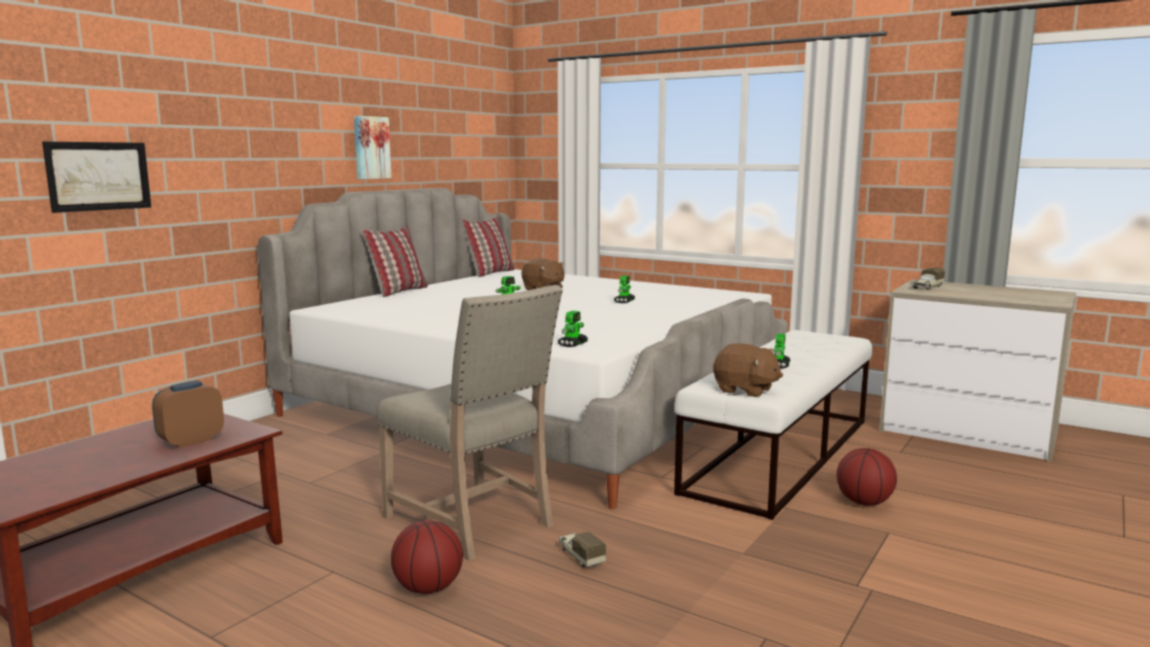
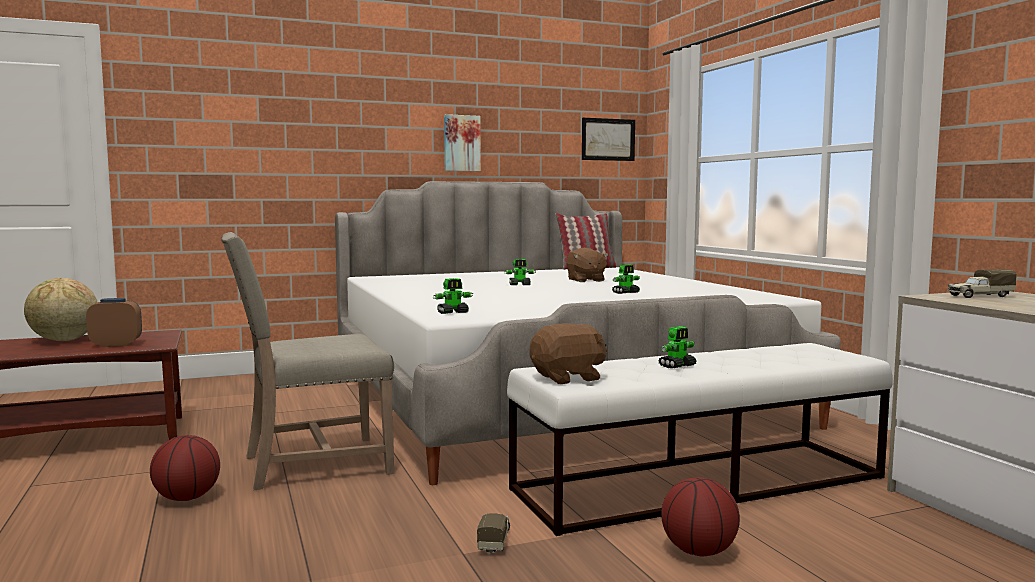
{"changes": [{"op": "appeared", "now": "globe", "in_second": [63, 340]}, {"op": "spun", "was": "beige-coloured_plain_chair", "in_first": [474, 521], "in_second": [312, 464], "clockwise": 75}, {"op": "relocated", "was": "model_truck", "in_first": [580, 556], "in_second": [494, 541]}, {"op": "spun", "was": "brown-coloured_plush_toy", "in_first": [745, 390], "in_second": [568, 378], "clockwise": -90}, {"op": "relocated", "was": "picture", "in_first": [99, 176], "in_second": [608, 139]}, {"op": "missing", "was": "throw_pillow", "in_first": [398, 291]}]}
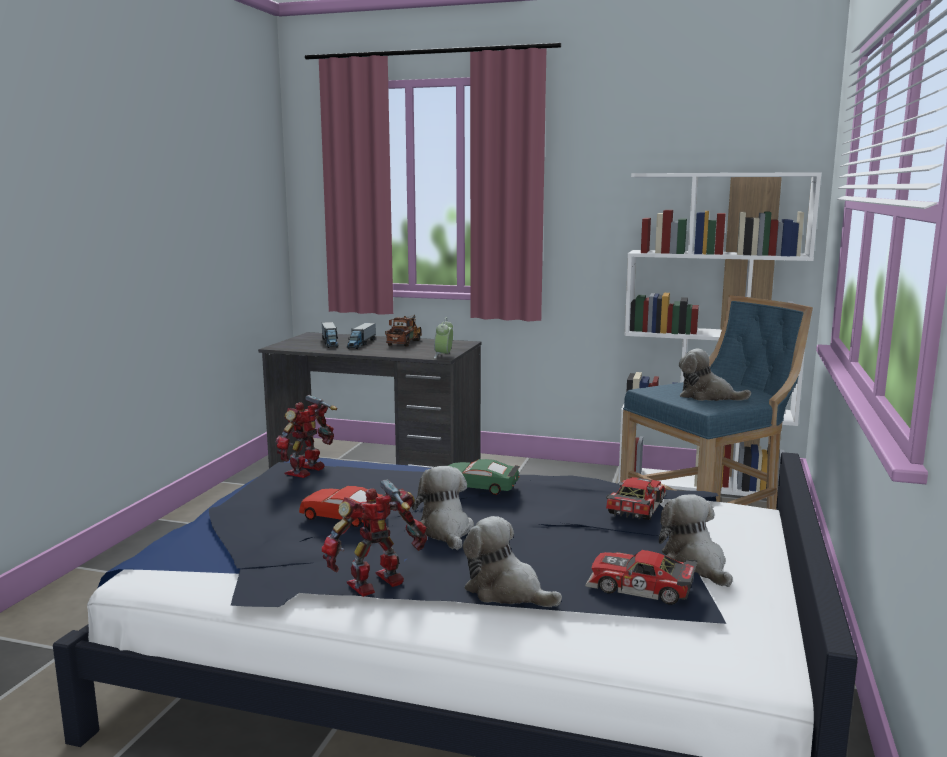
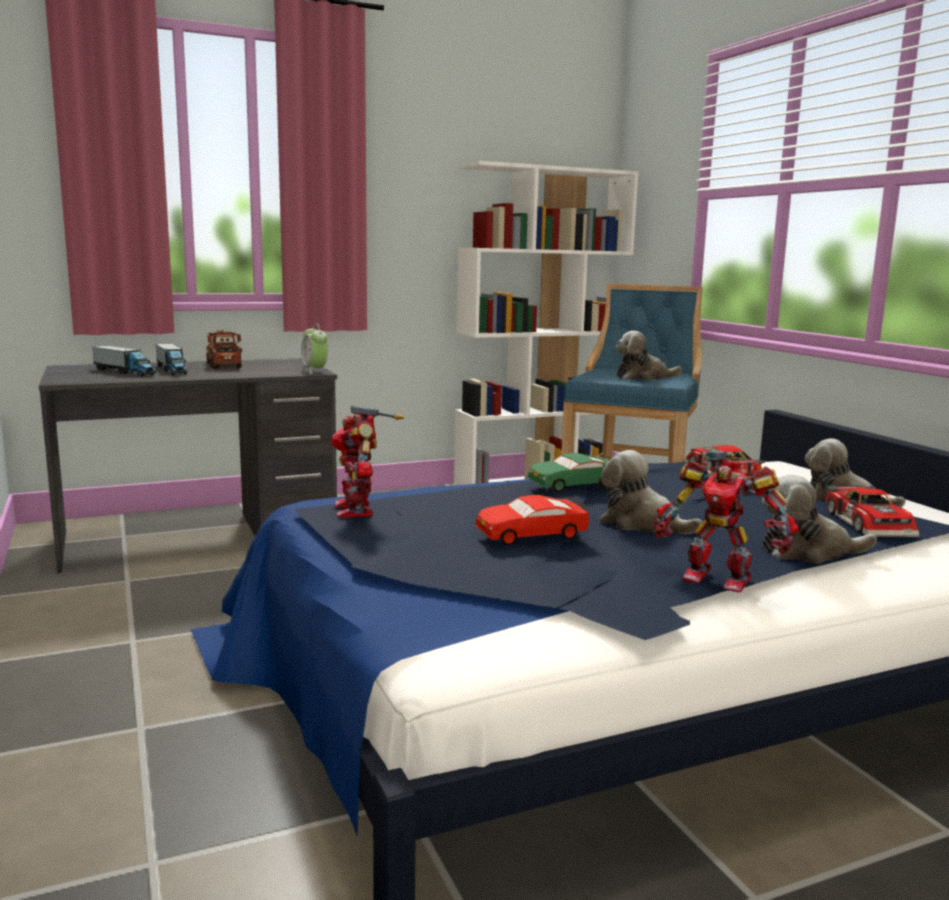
{"changes": [{"op": "spun", "was": "robot_figure", "in_first": [378, 585], "in_second": [717, 577], "clockwise": -75}, {"op": "spun", "was": "miniature_car", "in_first": [640, 589], "in_second": [871, 524], "clockwise": -75}]}
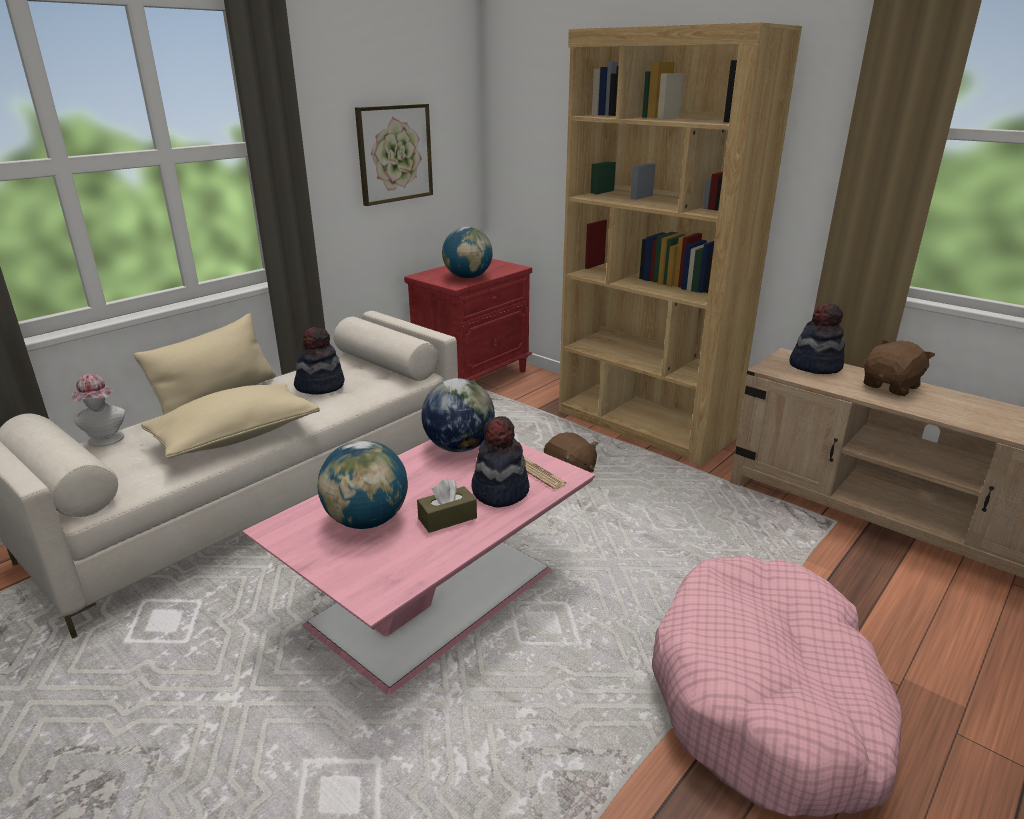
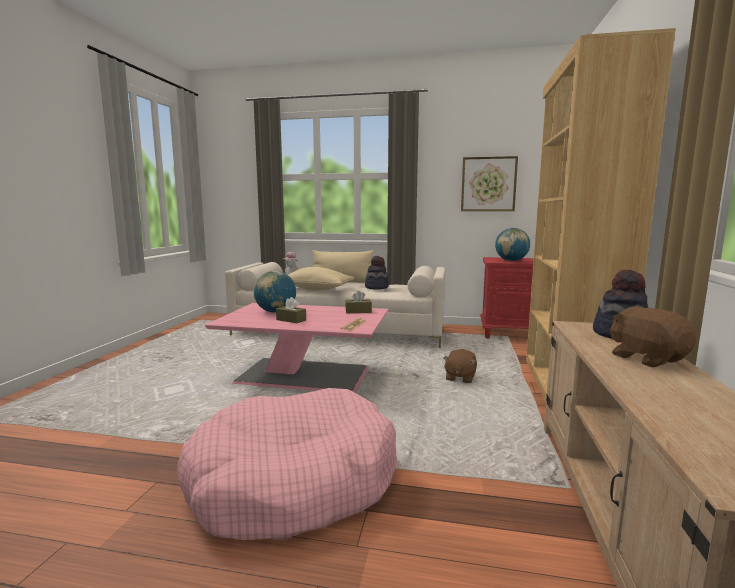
{"changes": [{"op": "exchanged", "was": "globe", "now": "brown-coloured_tissue_box", "in_first": [459, 447], "in_second": [358, 311]}, {"op": "spun", "was": "brown-coloured_plush_toy", "in_first": [891, 386], "in_second": [647, 358], "clockwise": -135}, {"op": "missing", "was": "clothing_hat", "in_first": [499, 491]}]}
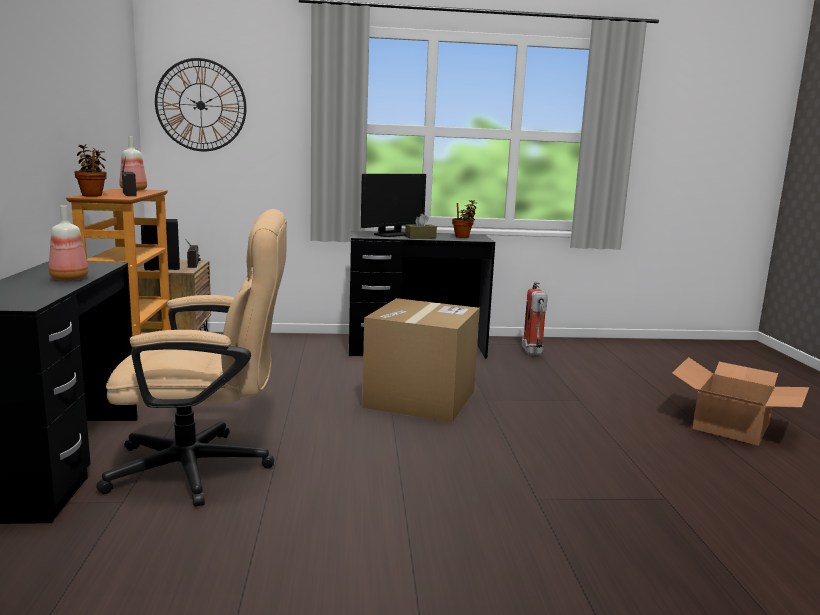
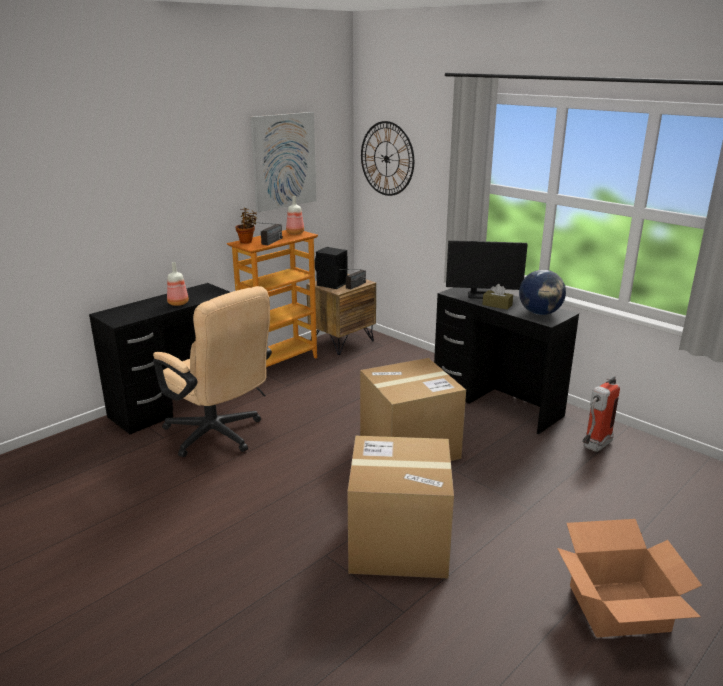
{"changes": [{"op": "appeared", "now": "picture", "in_second": [284, 161]}, {"op": "appeared", "now": "packing_box", "in_second": [398, 542]}, {"op": "exchanged", "was": "houseplant", "now": "globe", "in_first": [463, 237], "in_second": [540, 313]}]}
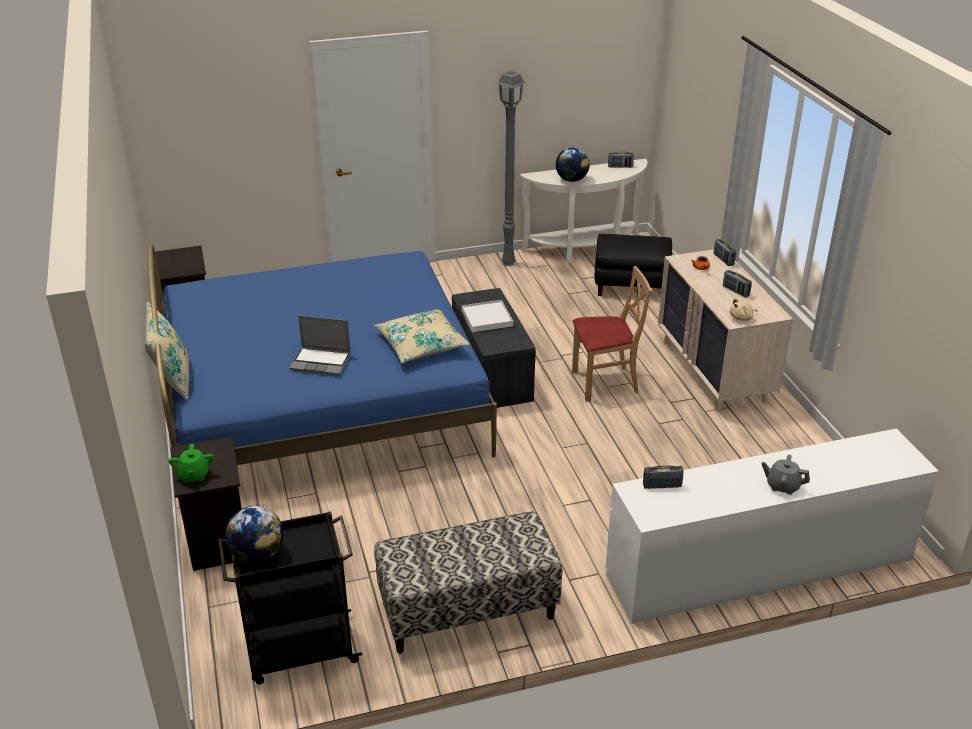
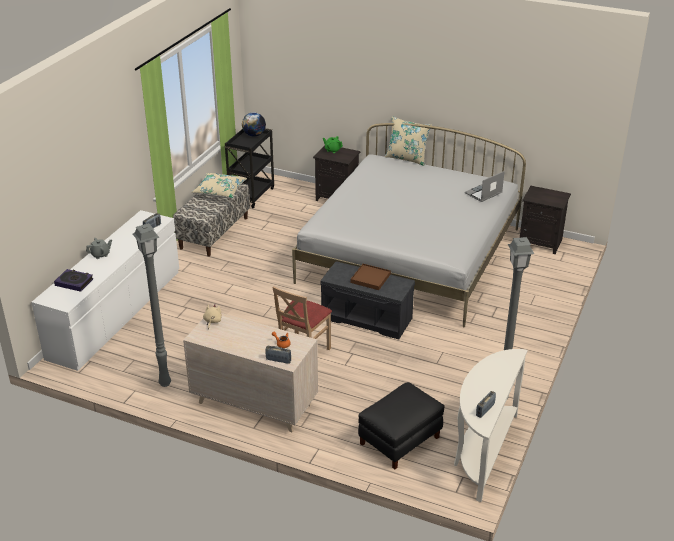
{"changes": [{"op": "appeared", "now": "book", "in_second": [74, 282]}, {"op": "appeared", "now": "gray_floor_lamp", "in_second": [164, 384]}, {"op": "relocated", "was": "beige-coloured_throw_pillow", "in_first": [421, 344], "in_second": [219, 191]}, {"op": "colour", "was": "blue-coloured_bedroom_bed", "now": "white_bedroom_bed", "in_first": [321, 401], "in_second": [410, 255]}, {"op": "colour", "was": "white_serving_tray", "now": "brown-coloured_serving_tray", "in_first": [487, 318], "in_second": [370, 278]}, {"op": "relocated", "was": "laptop", "in_first": [322, 362], "in_second": [483, 193]}, {"op": "missing", "was": "globe", "in_first": [572, 180]}, {"op": "missing", "was": "radio_receiver", "in_first": [735, 291]}]}
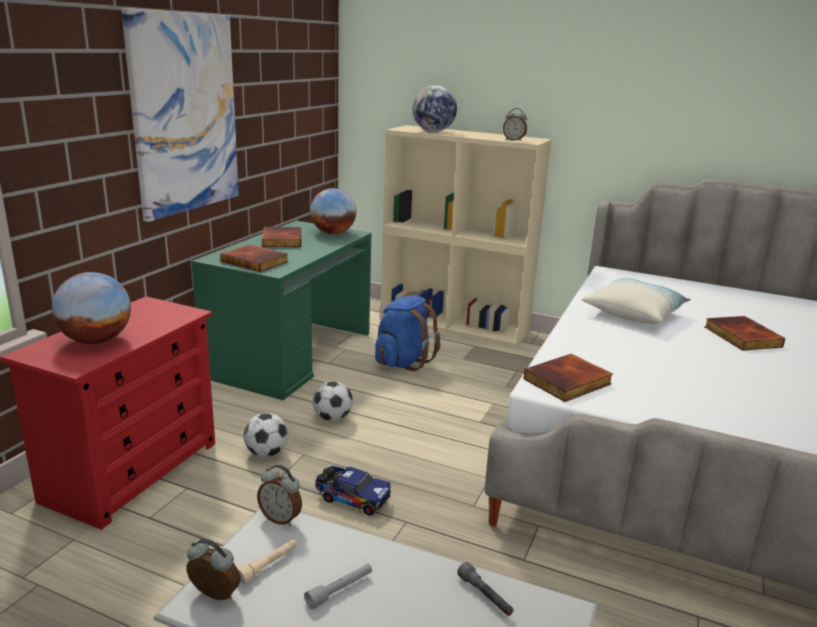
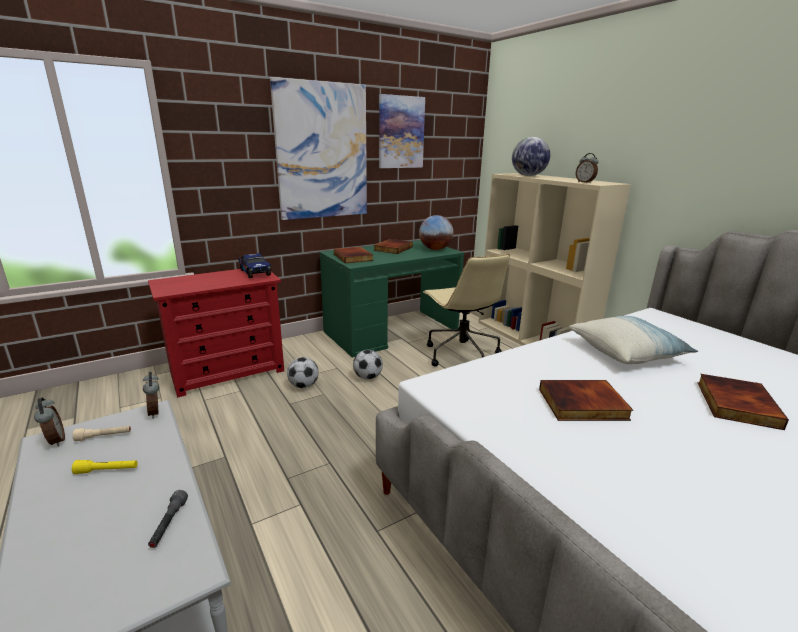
{"changes": [{"op": "colour", "was": "gray_torch", "now": "yellowish_torch", "in_first": [340, 590], "in_second": [107, 471]}, {"op": "relocated", "was": "model_truck", "in_first": [351, 498], "in_second": [255, 272]}, {"op": "appeared", "now": "picture", "in_second": [401, 132]}, {"op": "exchanged", "was": "blue-coloured_backpack", "now": "beige-coloured_desk_chair", "in_first": [403, 361], "in_second": [460, 355]}, {"op": "relocated", "was": "book", "in_first": [568, 382], "in_second": [582, 405]}, {"op": "missing", "was": "globe", "in_first": [96, 341]}]}
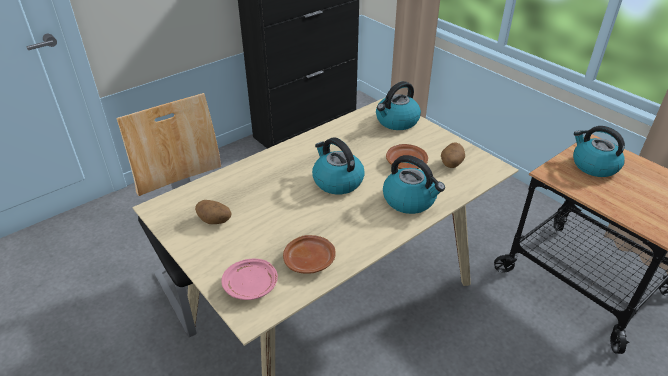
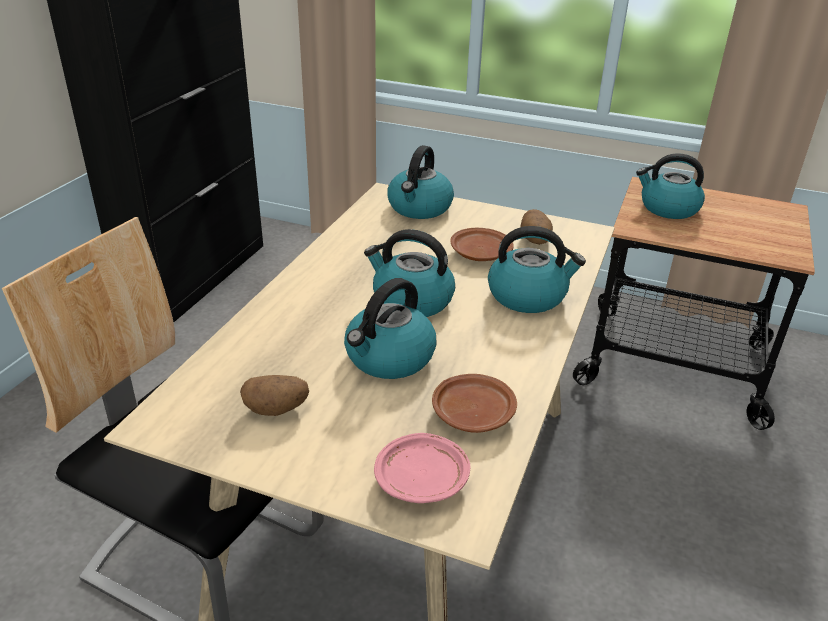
{"changes": [{"op": "appeared", "now": "water_kettle", "in_second": [389, 358]}]}
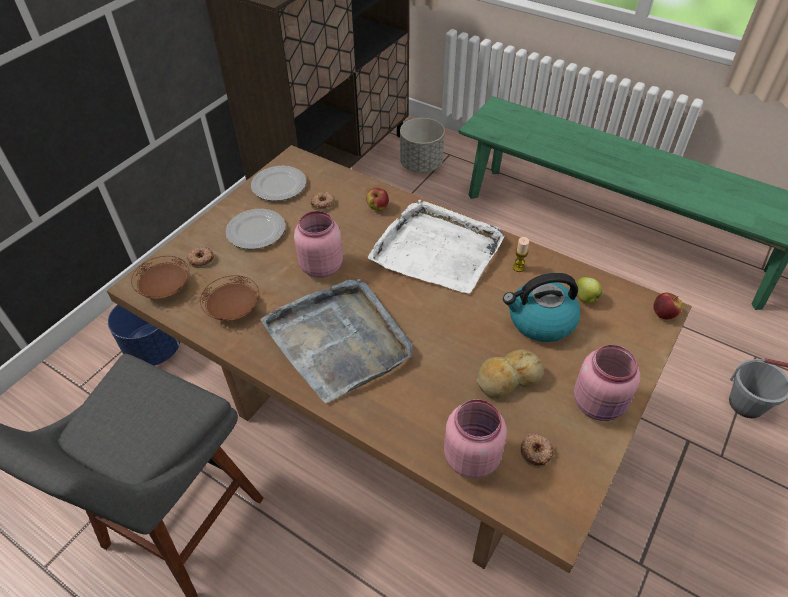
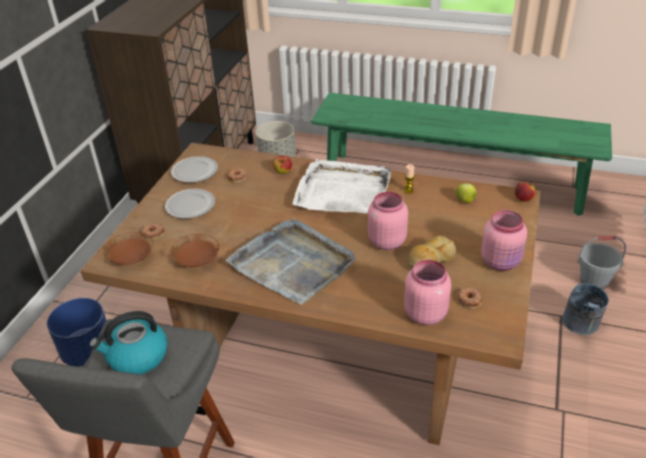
{"changes": [{"op": "relocated", "was": "water_kettle", "in_first": [540, 321], "in_second": [137, 357]}, {"op": "relocated", "was": "pinkish_jar", "in_first": [320, 266], "in_second": [385, 241]}, {"op": "appeared", "now": "gray_water_bucket", "in_second": [580, 327]}]}
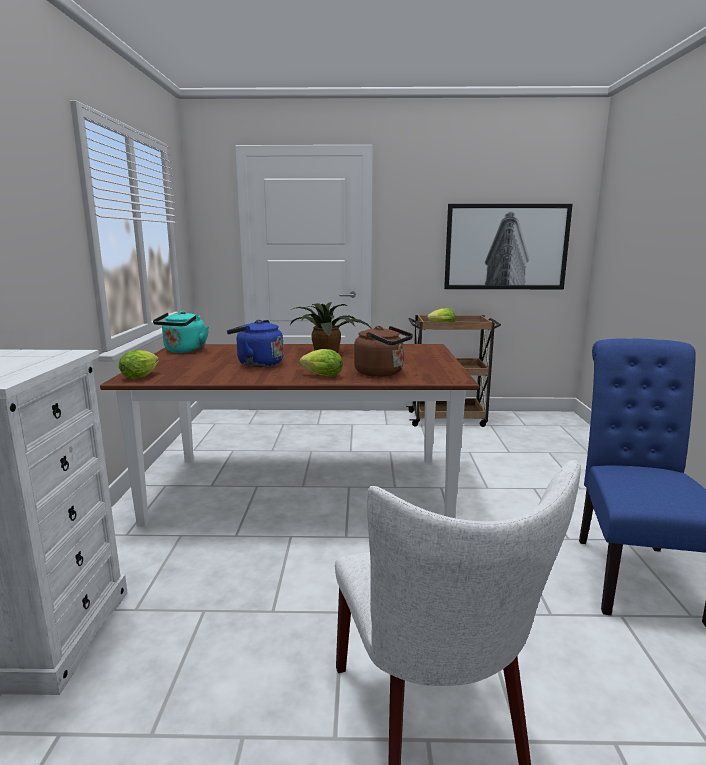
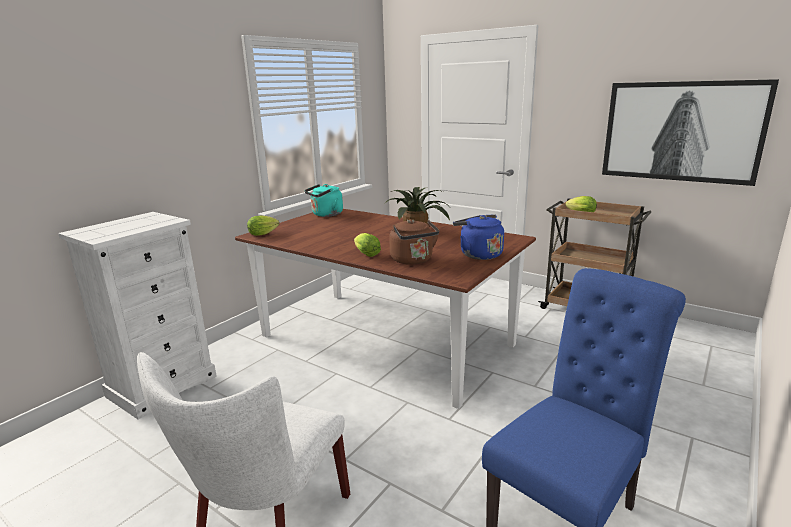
{"changes": [{"op": "relocated", "was": "blue-coloured_water_kettle", "in_first": [257, 364], "in_second": [478, 254]}]}
